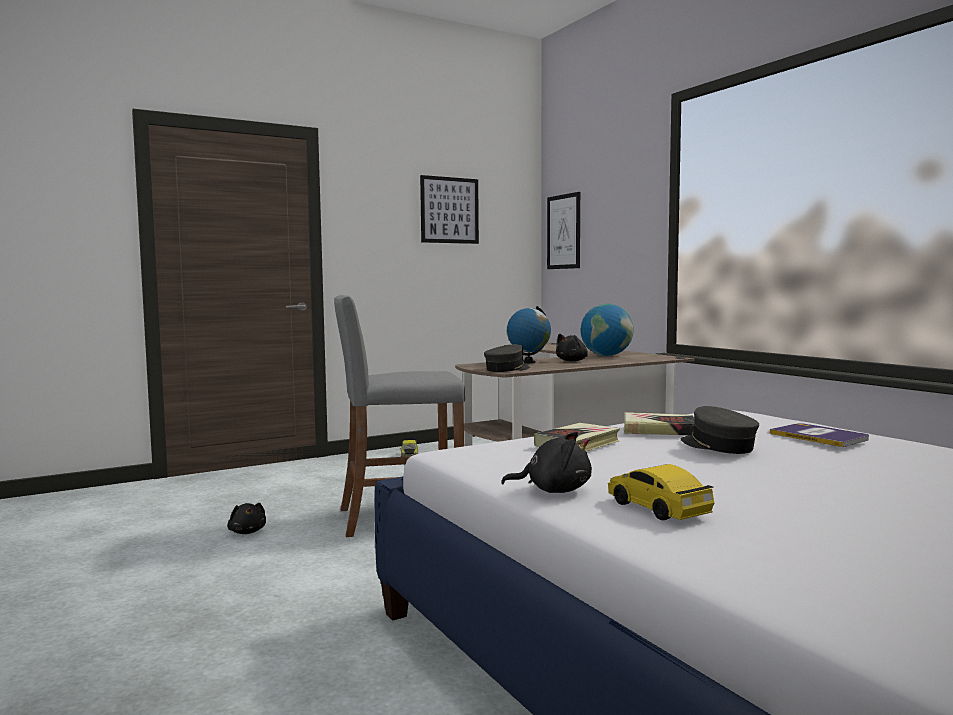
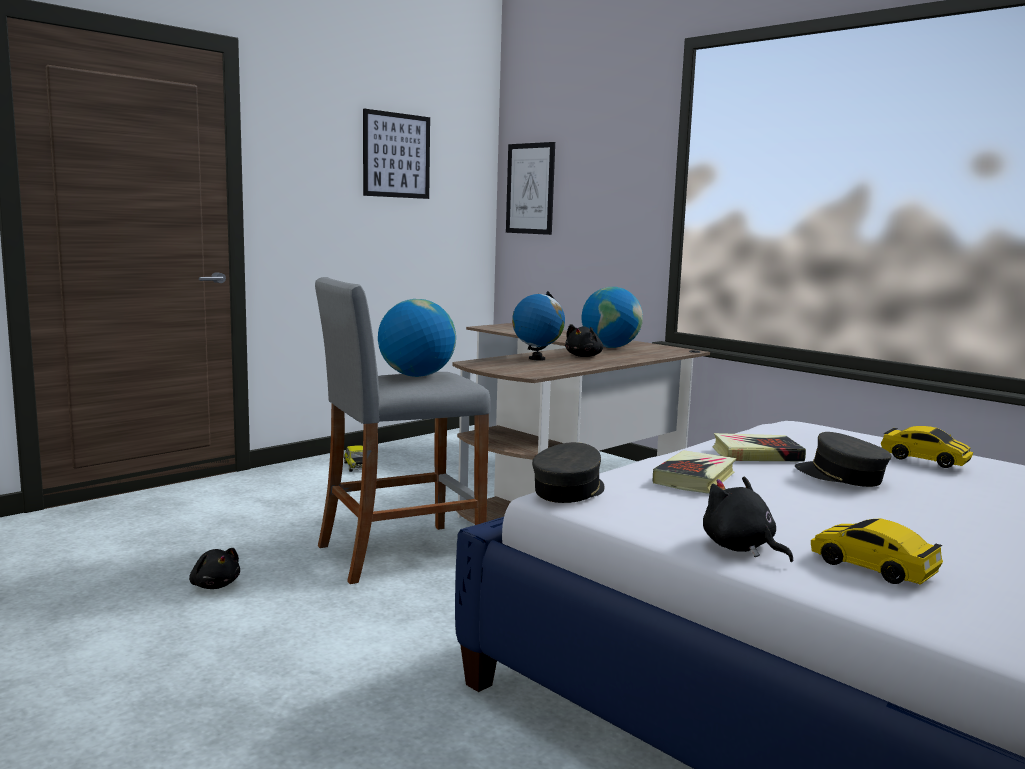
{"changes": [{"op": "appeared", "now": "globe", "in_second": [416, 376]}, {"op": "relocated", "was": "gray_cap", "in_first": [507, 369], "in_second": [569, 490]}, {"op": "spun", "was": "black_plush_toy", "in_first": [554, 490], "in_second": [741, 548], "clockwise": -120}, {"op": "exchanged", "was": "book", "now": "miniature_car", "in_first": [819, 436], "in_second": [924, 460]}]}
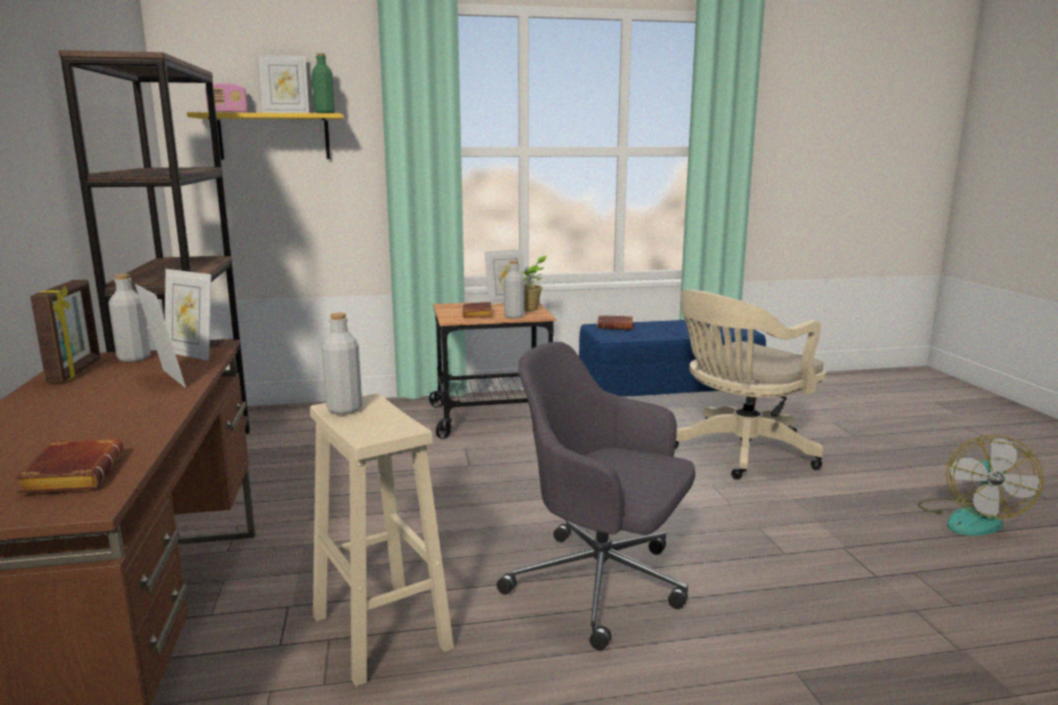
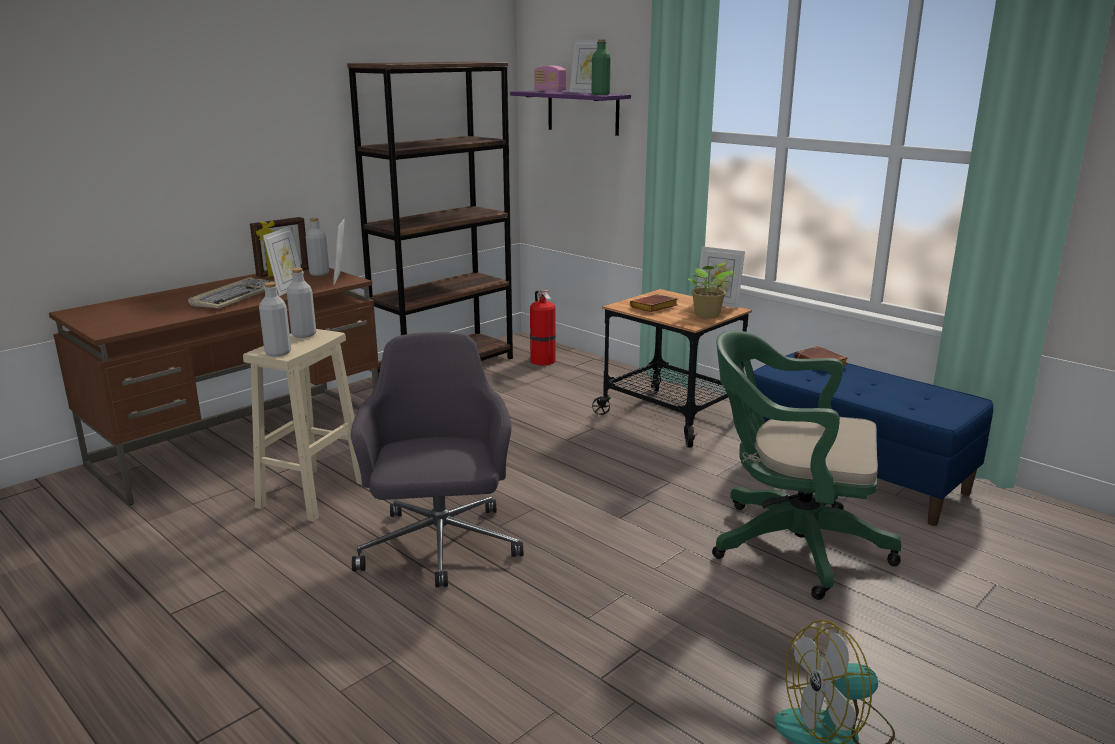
{"changes": [{"op": "appeared", "now": "computer_keyboard", "in_second": [236, 296]}, {"op": "relocated", "was": "gray_beverage_bottle", "in_first": [514, 316], "in_second": [278, 353]}, {"op": "colour", "was": "yellowish_bracket_shelf", "now": "purple_bracket_shelf", "in_first": [274, 137], "in_second": [583, 112]}, {"op": "appeared", "now": "extinguisher", "in_second": [542, 360]}, {"op": "colour", "was": "beige-coloured_desk_chair", "now": "green-coloured_desk_chair", "in_first": [739, 452], "in_second": [789, 544]}, {"op": "missing", "was": "brown-coloured_book", "in_first": [71, 474]}]}
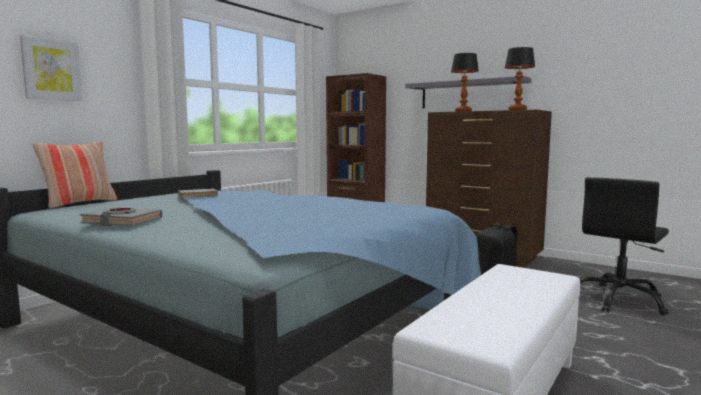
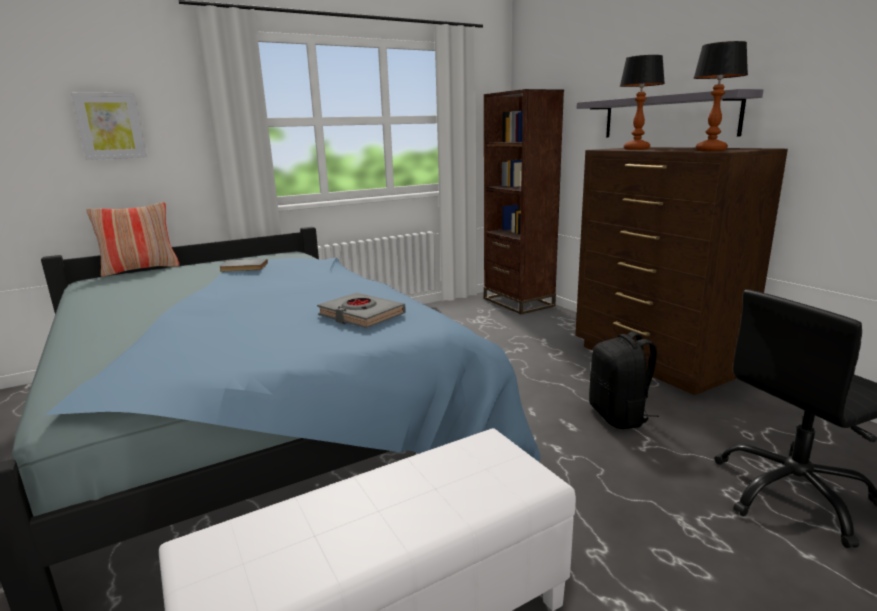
{"changes": [{"op": "relocated", "was": "gray_book", "in_first": [122, 221], "in_second": [361, 315]}]}
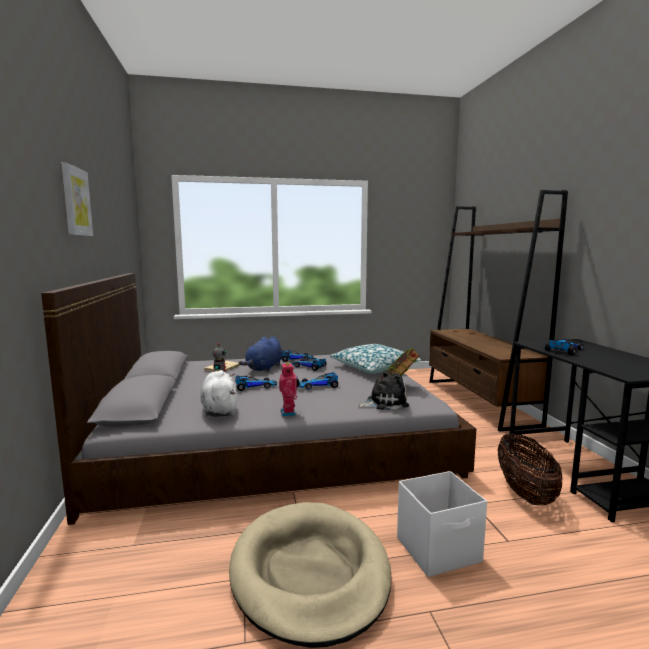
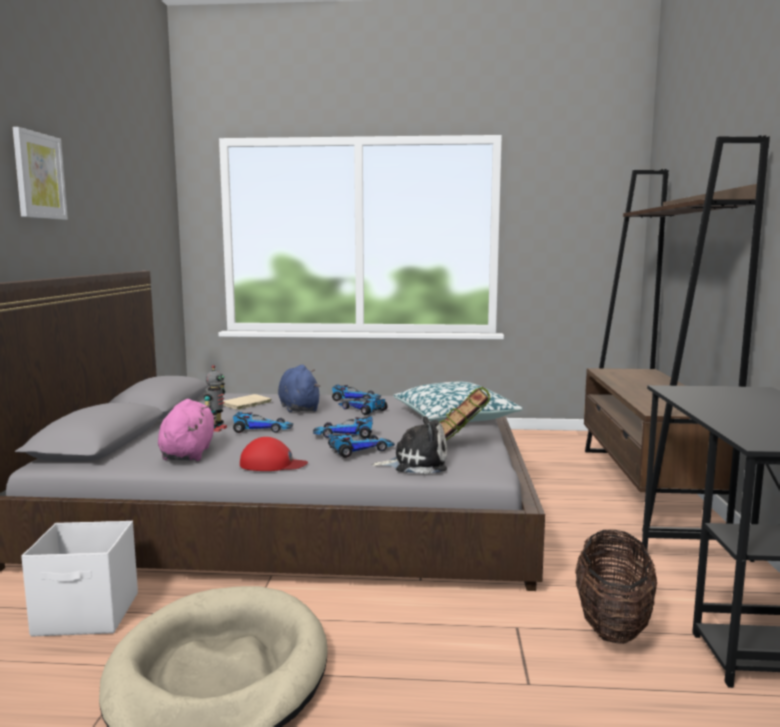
{"changes": [{"op": "relocated", "was": "white_storage_container", "in_first": [439, 550], "in_second": [88, 615]}, {"op": "colour", "was": "white_plush_toy", "now": "pinkish_plush_toy", "in_first": [219, 410], "in_second": [188, 453]}, {"op": "exchanged", "was": "robot_figure", "now": "red-coloured_cap", "in_first": [289, 413], "in_second": [272, 464]}, {"op": "spun", "was": "blue-coloured_plush_toy", "in_first": [264, 368], "in_second": [299, 408], "clockwise": 120}, {"op": "relocated", "was": "miniature_car", "in_first": [565, 350], "in_second": [359, 450]}]}
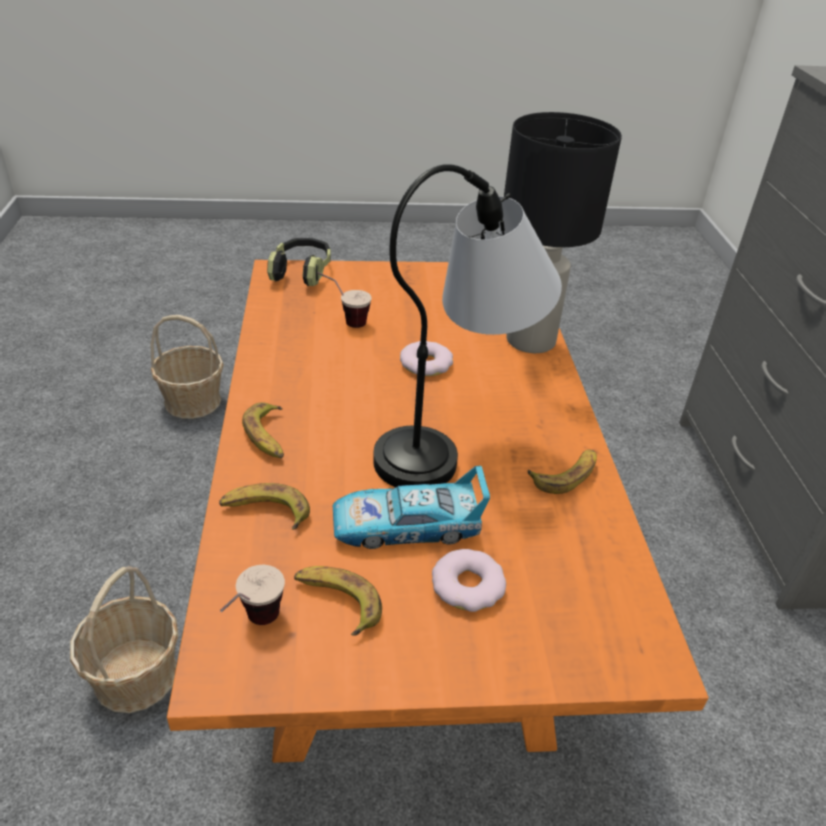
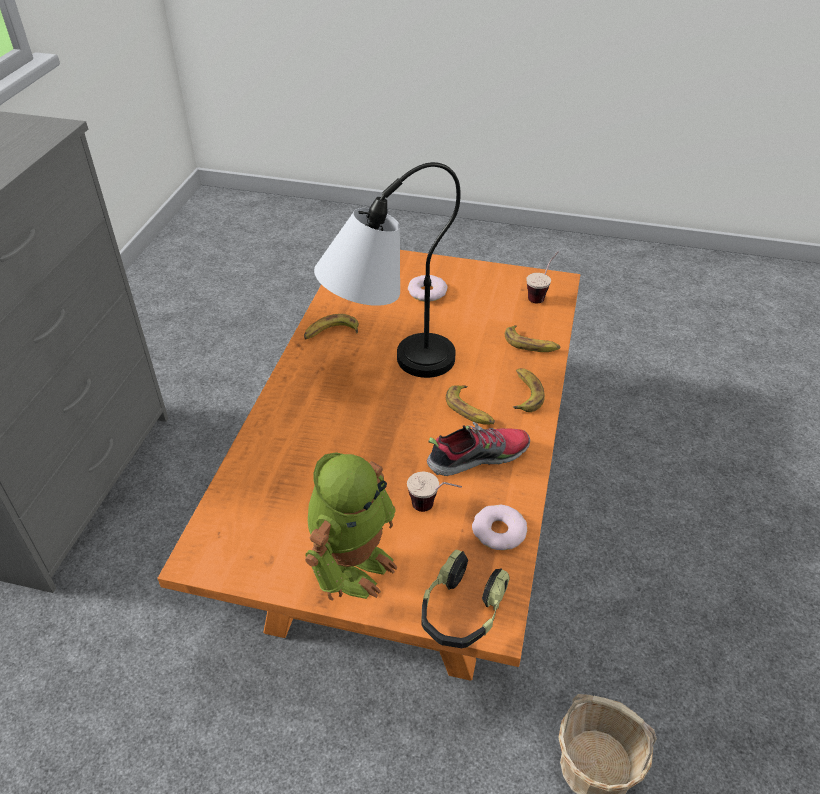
{"changes": [{"op": "appeared", "now": "robot_figure", "in_second": [353, 564]}, {"op": "appeared", "now": "shoe", "in_second": [478, 457]}, {"op": "relocated", "was": "banana_fruit", "in_first": [337, 602], "in_second": [470, 410]}, {"op": "relocated", "was": "donut", "in_first": [426, 364], "in_second": [499, 531]}, {"op": "missing", "was": "household_basket", "in_first": [136, 675]}, {"op": "missing", "was": "miniature_car", "in_first": [407, 525]}, {"op": "missing", "was": "black_lamp_for_a_table", "in_first": [531, 341]}]}
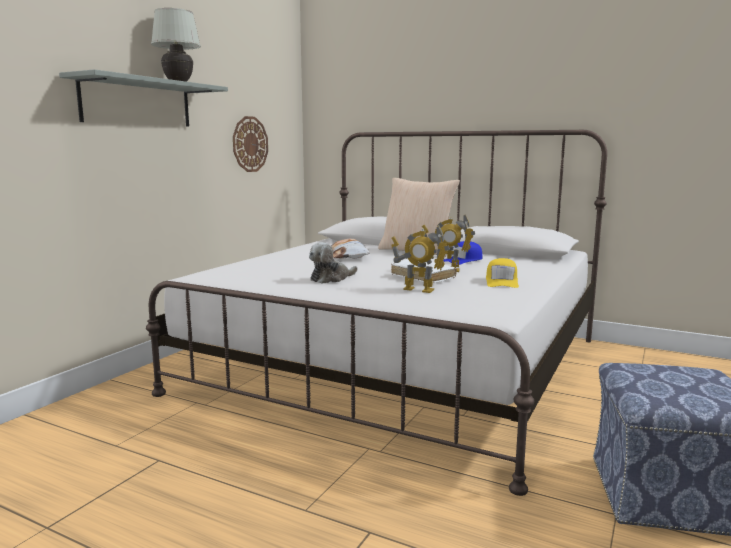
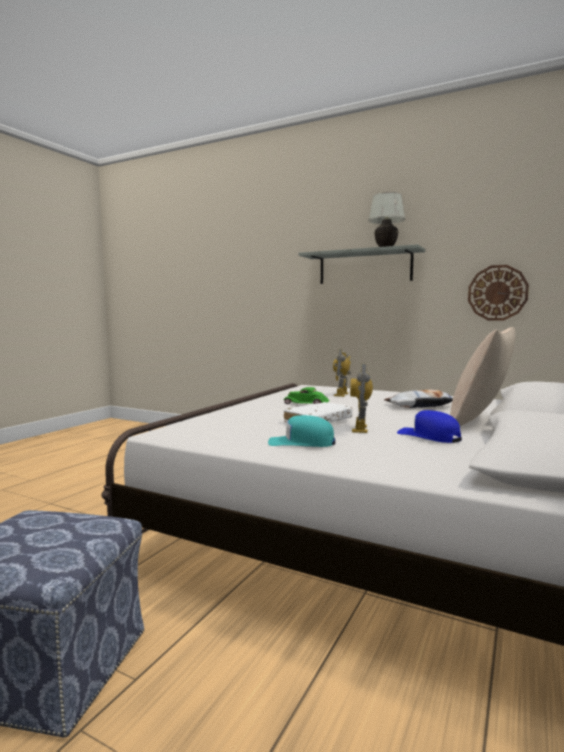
{"changes": [{"op": "colour", "was": "yellowish_cap", "now": "turquoise_cap", "in_first": [502, 281], "in_second": [301, 443]}, {"op": "exchanged", "was": "plush_toy", "now": "green-coloured_miniature_car", "in_first": [331, 279], "in_second": [306, 403]}, {"op": "relocated", "was": "robot_figure", "in_first": [418, 289], "in_second": [342, 394]}]}
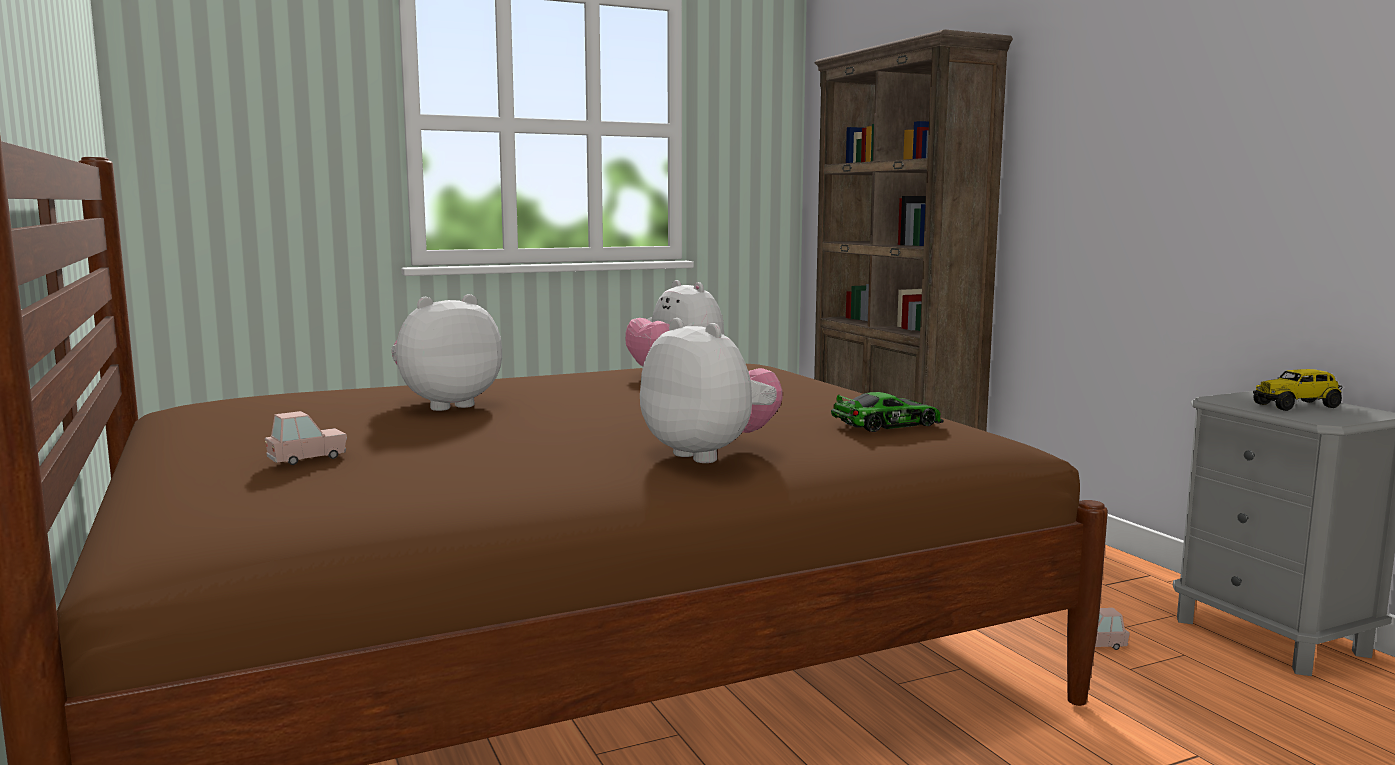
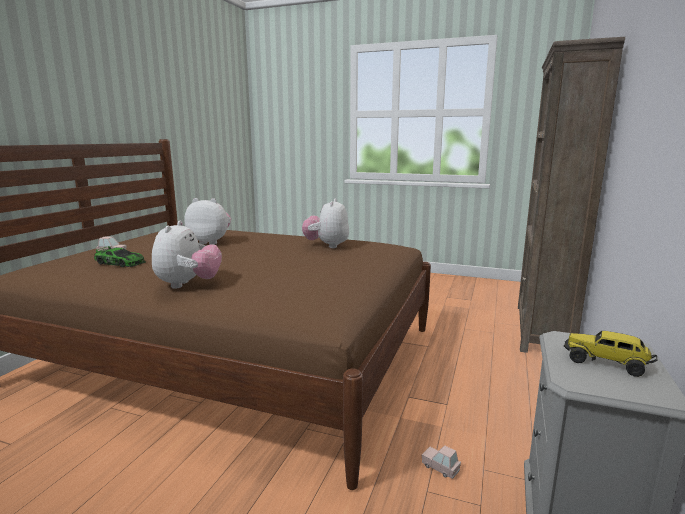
{"changes": [{"op": "relocated", "was": "miniature_car", "in_first": [888, 424], "in_second": [120, 263]}]}
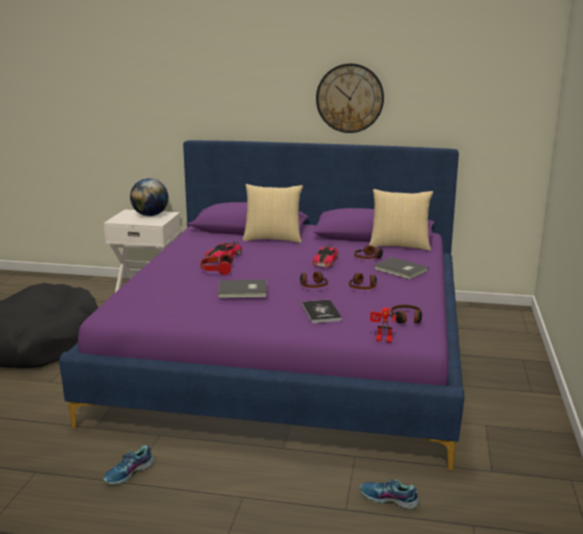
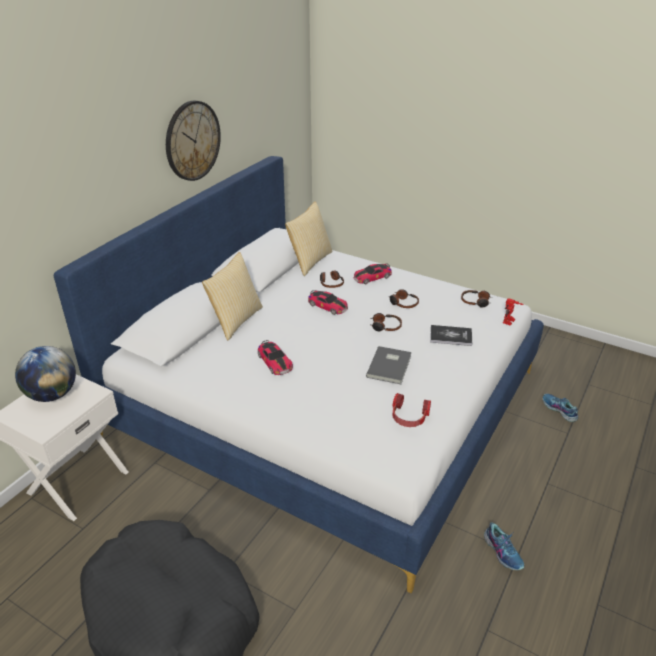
{"changes": [{"op": "colour", "was": "purple_bedroom_bed", "now": "white_bedroom_bed", "in_first": [291, 354], "in_second": [327, 402]}, {"op": "exchanged", "was": "gray_book", "now": "miniature_car", "in_first": [400, 270], "in_second": [372, 277]}, {"op": "relocated", "was": "headset", "in_first": [216, 270], "in_second": [409, 417]}, {"op": "spun", "was": "shoe", "in_first": [389, 499], "in_second": [559, 410], "clockwise": 105}]}
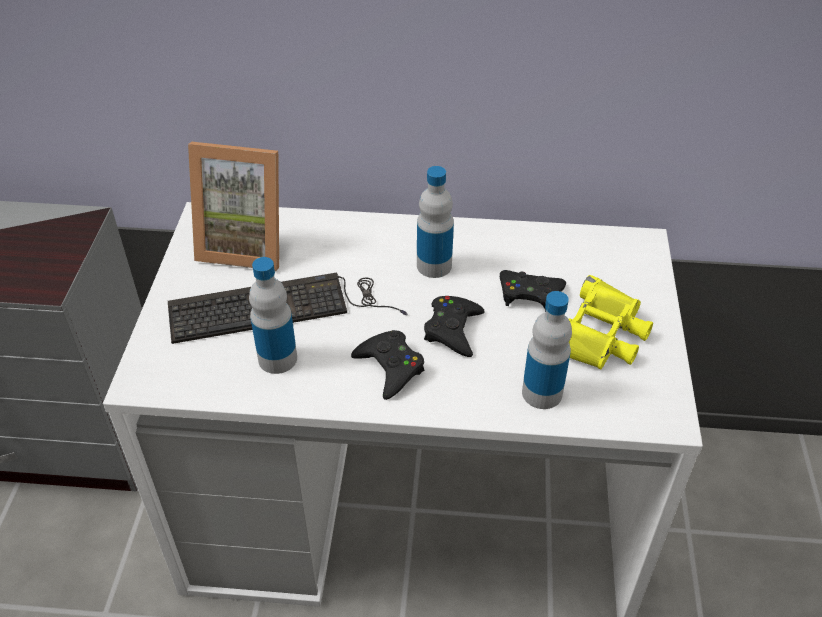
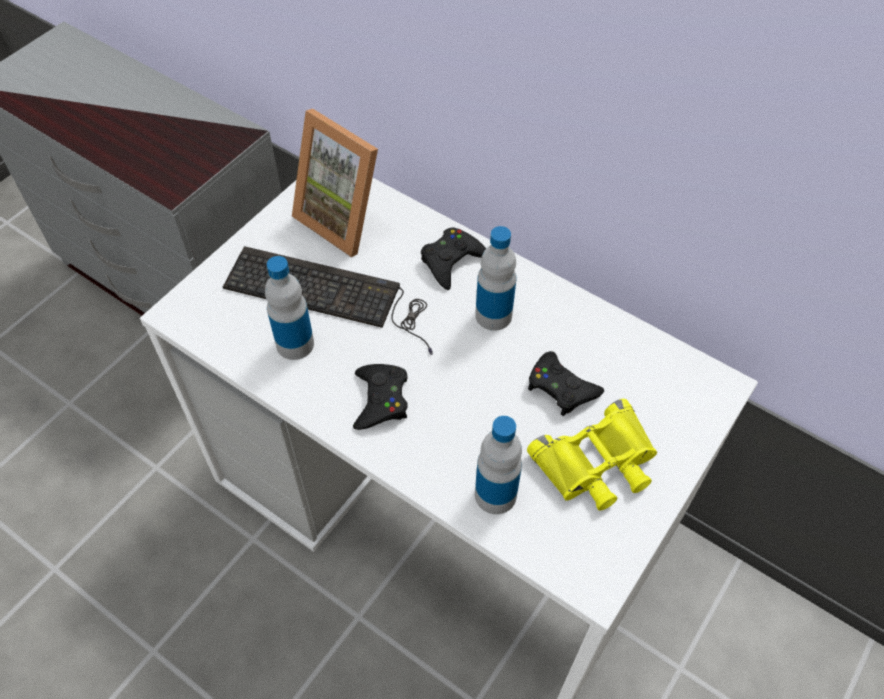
{"changes": [{"op": "relocated", "was": "black_gamepad", "in_first": [453, 330], "in_second": [451, 261]}]}
